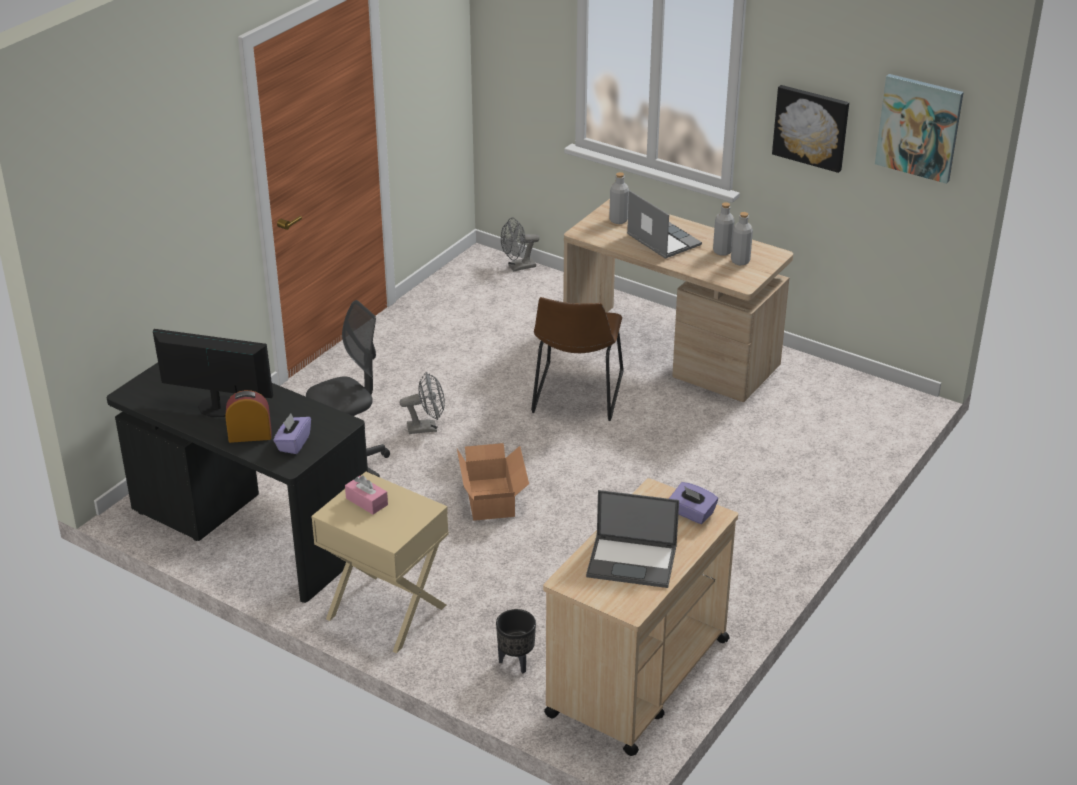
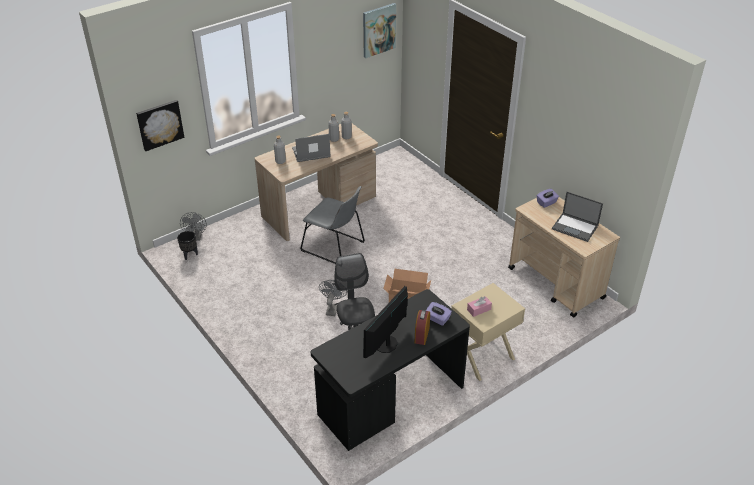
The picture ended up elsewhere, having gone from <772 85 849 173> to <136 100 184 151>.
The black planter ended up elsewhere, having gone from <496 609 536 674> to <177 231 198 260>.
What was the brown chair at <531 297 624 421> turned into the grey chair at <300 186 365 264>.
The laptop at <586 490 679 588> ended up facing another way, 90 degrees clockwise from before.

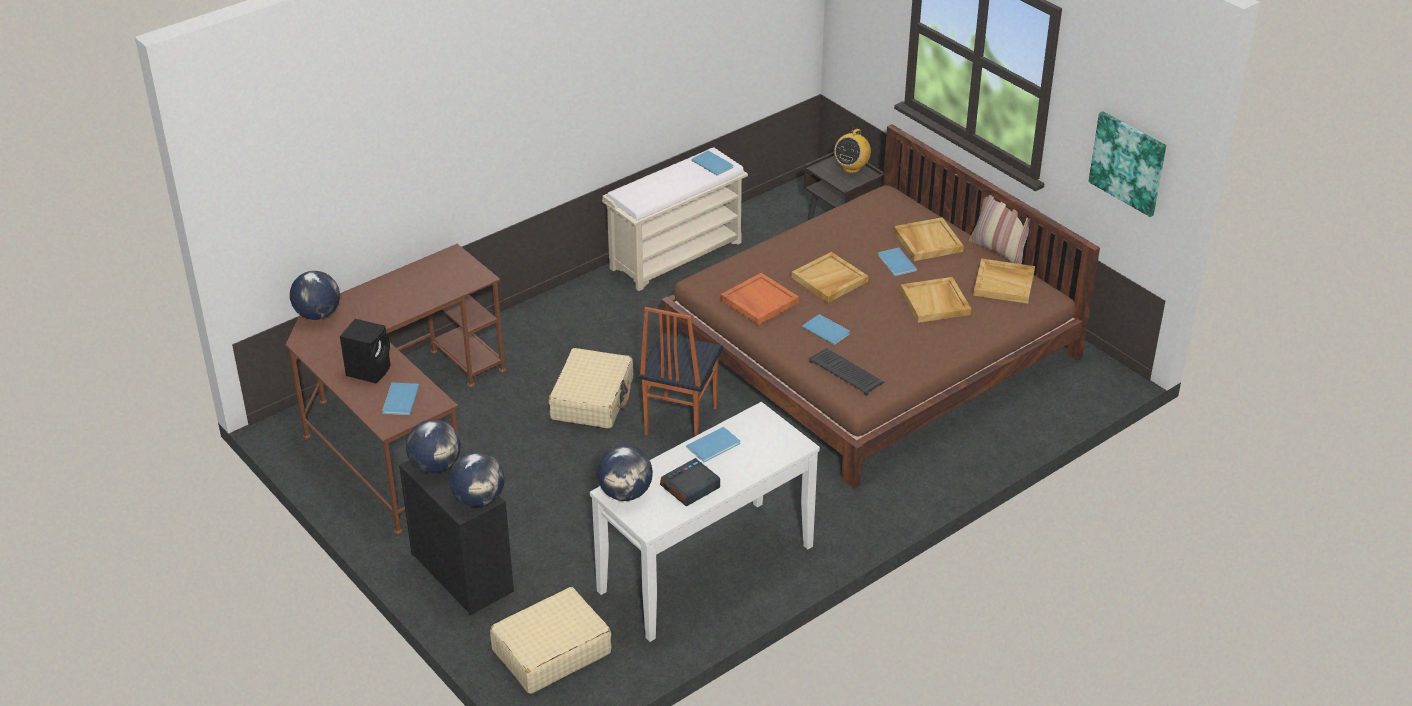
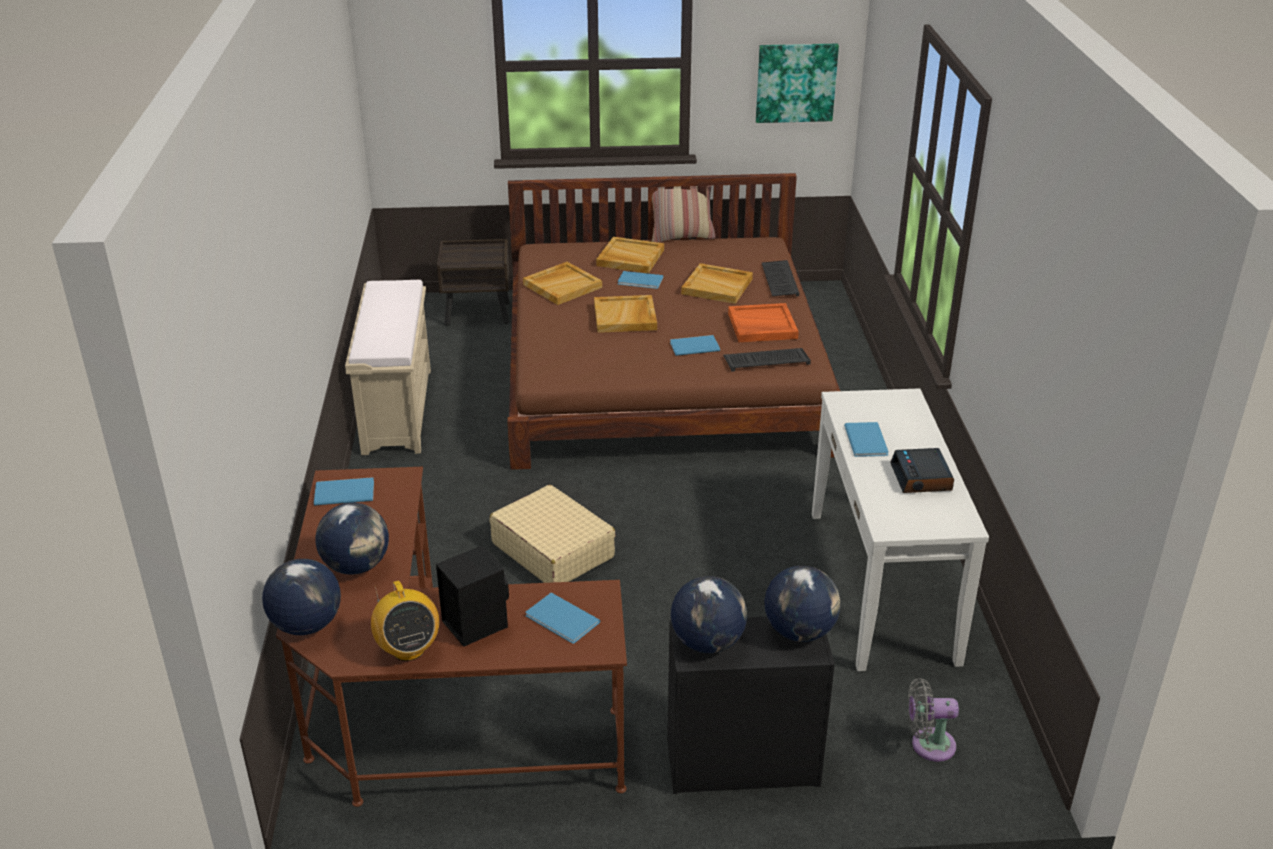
The blue book ended up elsewhere, having gone from <691 151 734 176> to <314 477 374 506>.
The globe ended up elsewhere, having gone from <597 445 653 501> to <315 502 389 575>.
The radio ended up elsewhere, having gone from <834 129 871 173> to <371 581 439 661>.
The beige tray ended up elsewhere, having gone from <973 259 1035 304> to <523 262 602 305>.
The orange tray ended up elsewhere, having gone from <721 273 799 325> to <728 303 799 342>.
The second view gained the keyboard at <762 260 799 296>.
Where the beige suitcase stood at <490 587 611 694>, the grey fan came to stand at <908 678 959 762>.
The second view lost the chair at <638 307 723 437>.

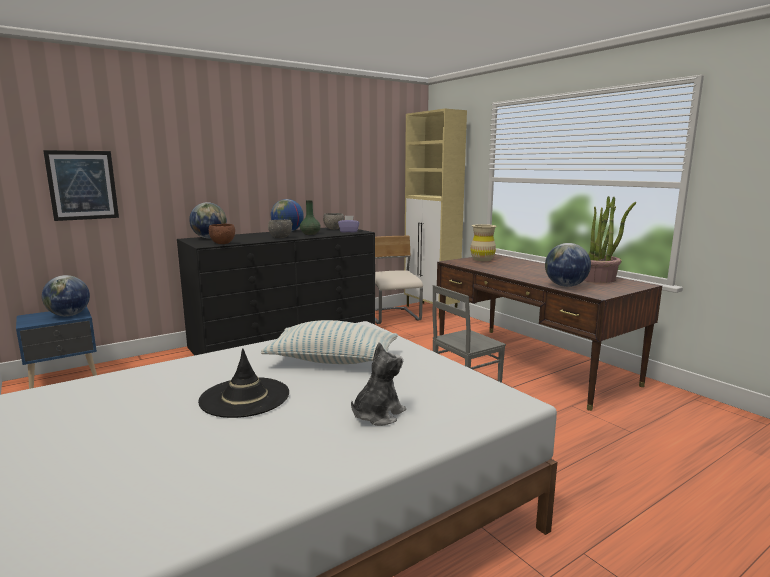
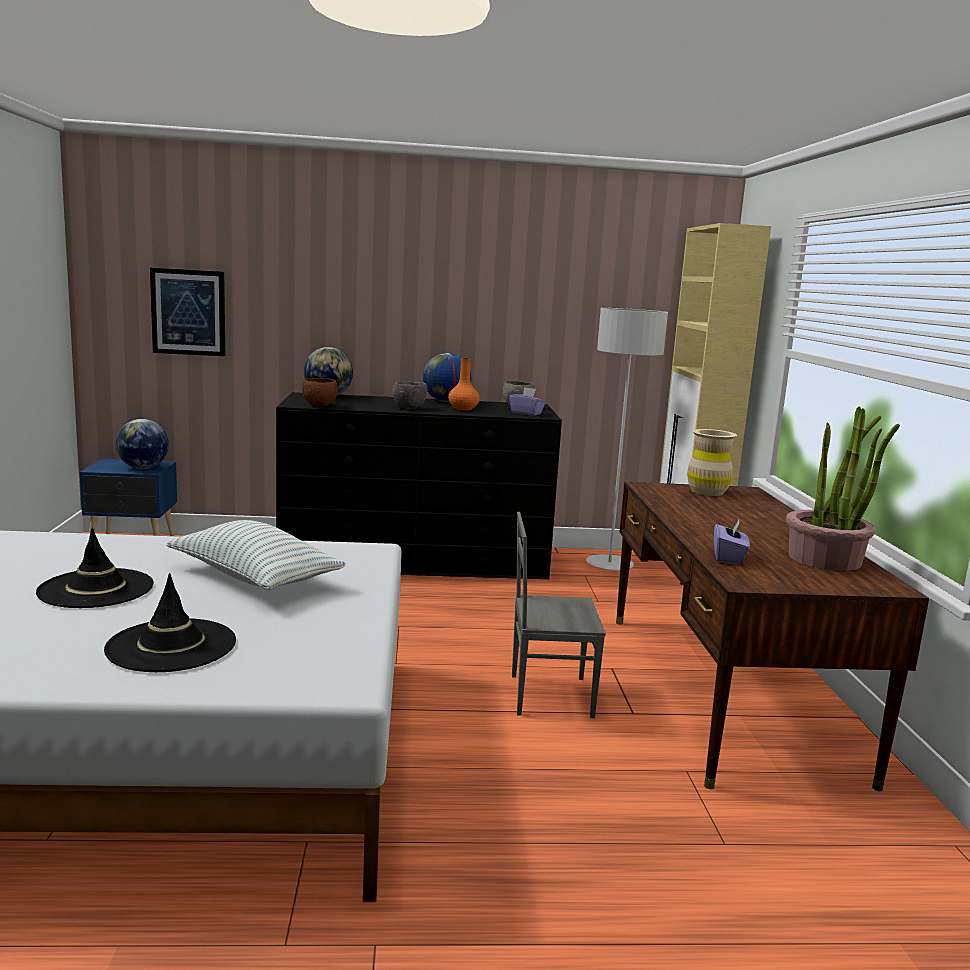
Where the plush toy stood at <351 342 406 426>, the black hat came to stand at <104 573 236 672>.
What was the green vase at <300 200 321 235> turned into the orange vase at <448 358 480 411>.
Where the beige chair stood at <375 236 423 324>, the grey floor lamp came to stand at <586 308 668 571>.
Where the globe stood at <545 243 591 287>, the purple tissue box came to stand at <714 520 750 565>.

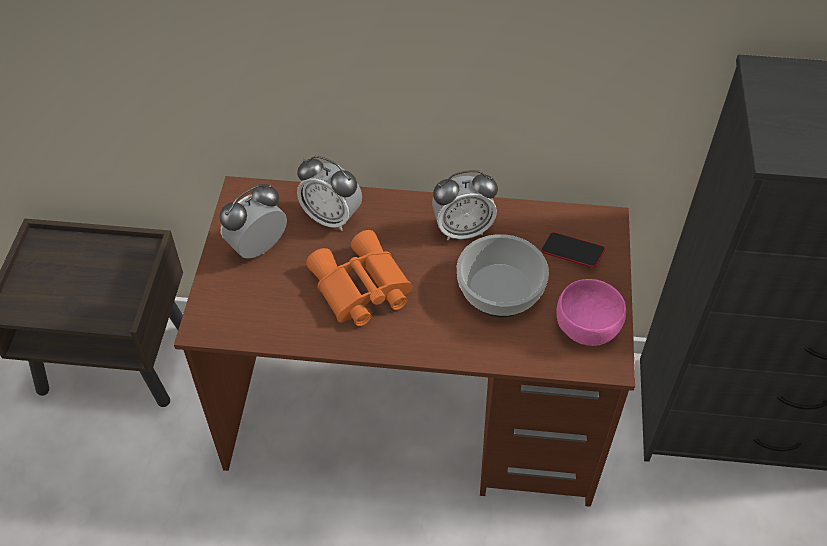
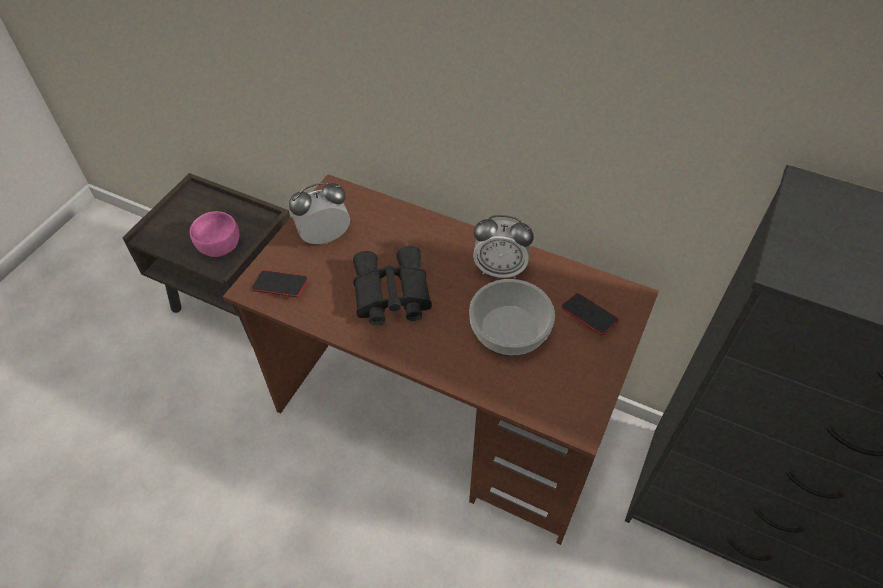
The pink bowl ended up elsewhere, having gone from <556 279 626 346> to <190 211 239 257>.
The second view gained the phone at <252 270 308 297>.
What was the orange binoculars at <306 230 412 326> turned into the black binoculars at <353 246 432 326>.
The second view lost the alarm clock at <297 156 362 231>.

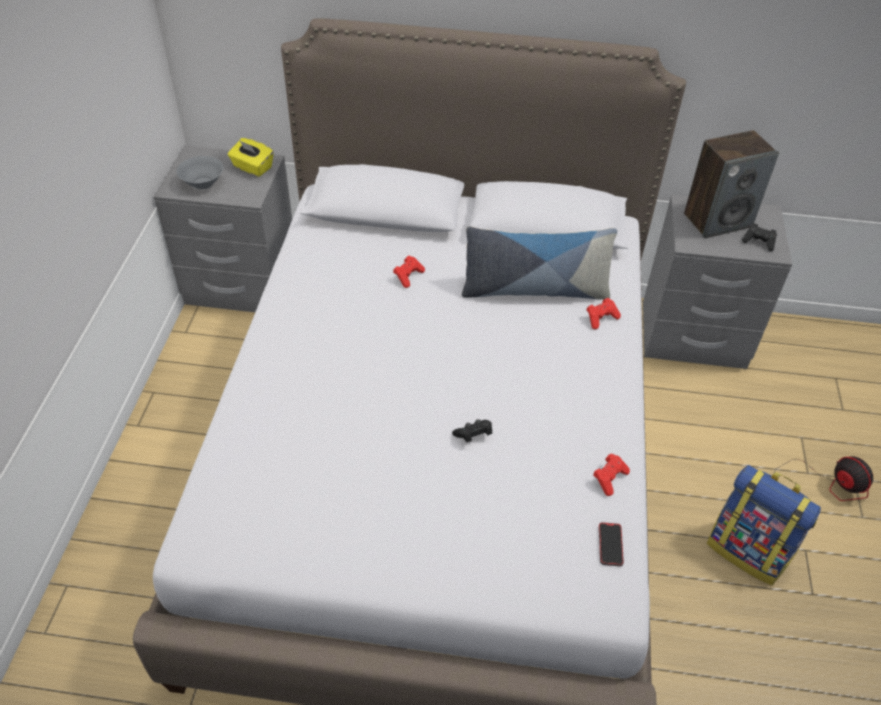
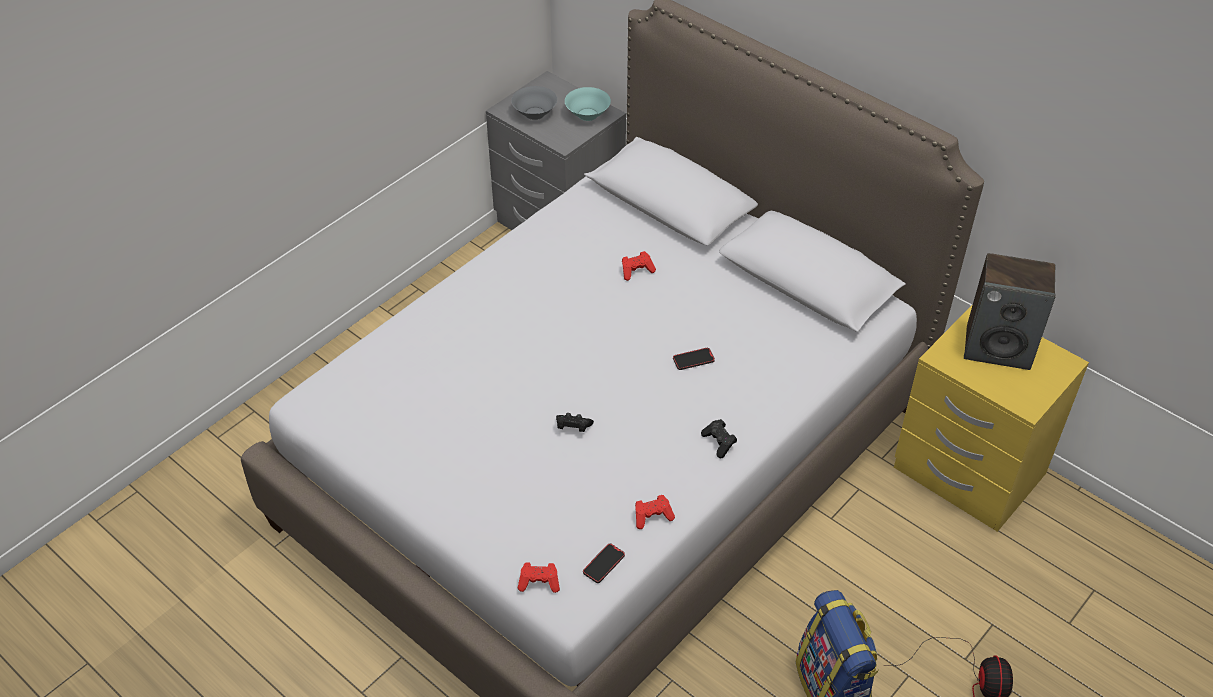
The red game controller ended up elsewhere, having gone from <587 298 621 329> to <517 563 560 593>.
Where the yellow tissue box stood at <228 138 274 177>, the turquoise bowl came to stand at <565 87 611 121>.
The second view gained the phone at <673 348 715 370>.
The black game controller ended up elsewhere, having gone from <742 224 777 251> to <701 419 737 458>.
What was the grey nightstand at <643 194 792 369> turned into the yellow nightstand at <894 304 1089 532>.
The second view lost the pillow at <462 226 617 300>.

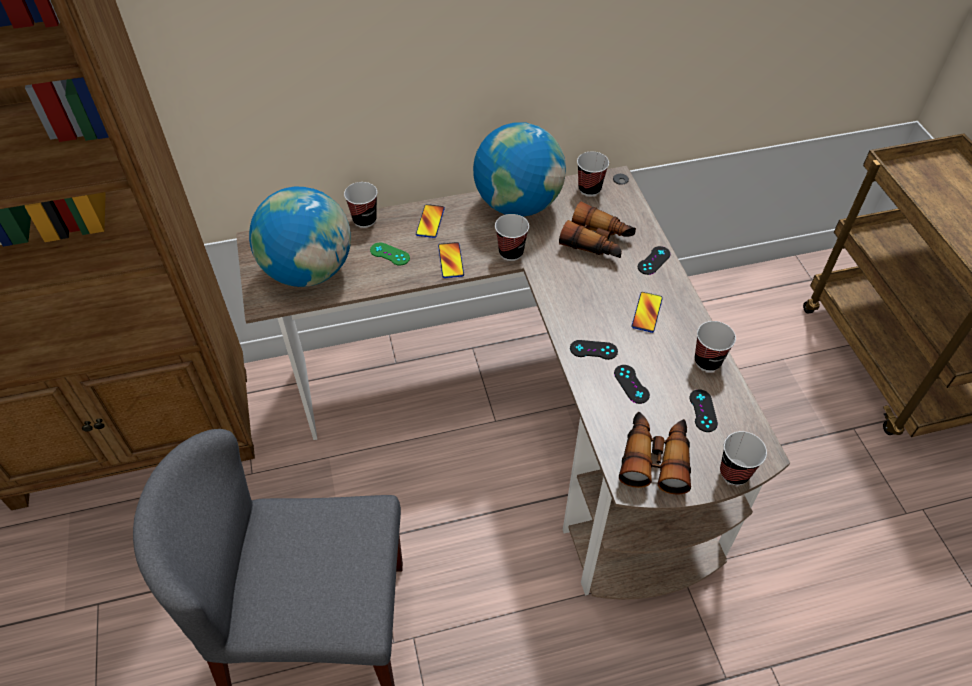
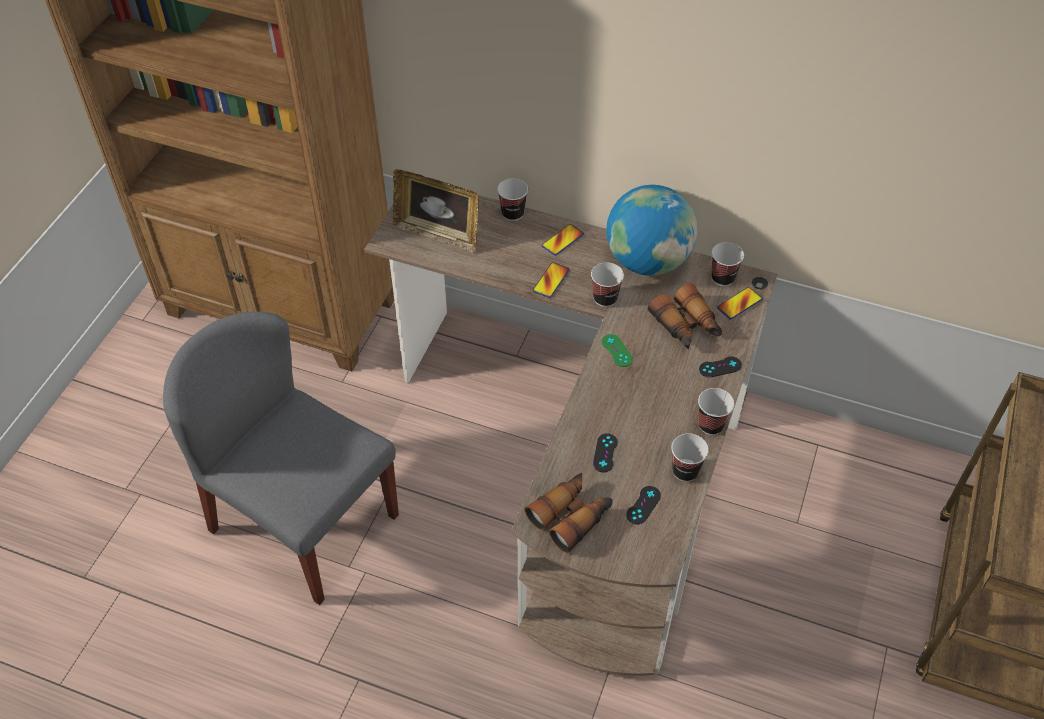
Where the globe stood at <249 187 351 287>, the picture frame came to stand at <393 170 479 253>.
The green game controller ended up elsewhere, having gone from <370 243 410 266> to <602 334 633 367>.
The cup ended up elsewhere, having gone from <720 431 767 485> to <698 388 734 435>.
The phone ended up elsewhere, having gone from <632 292 663 333> to <717 287 762 320>.
The second view lost the black game controller at <570 340 618 360>.

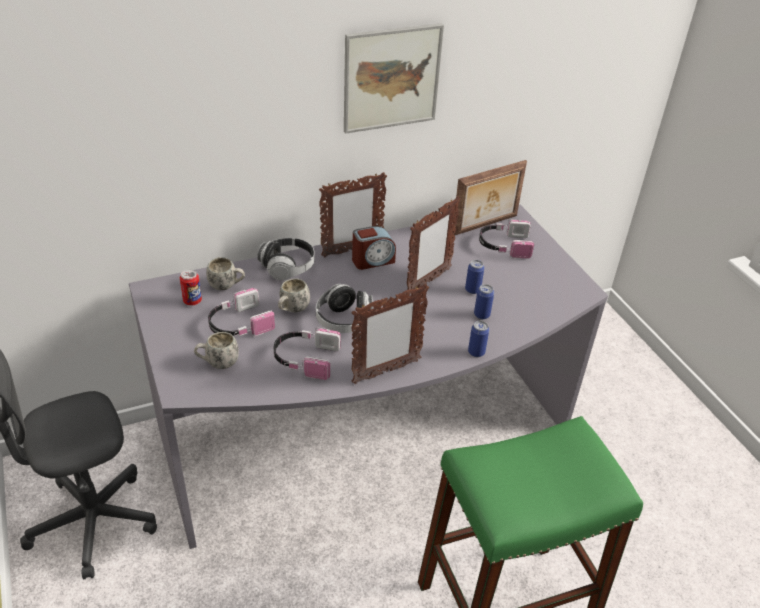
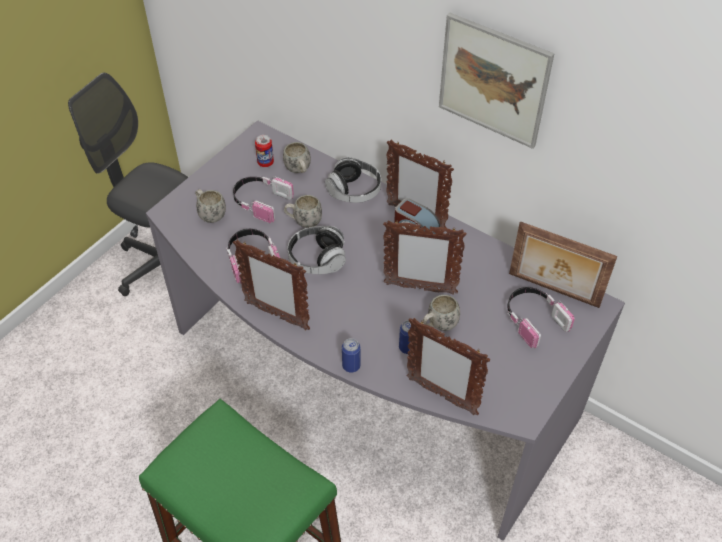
The second view gained the picture frame at <406 318 490 415>.
Where the can stood at <465 260 484 294>, the white mug came to stand at <422 295 460 331>.

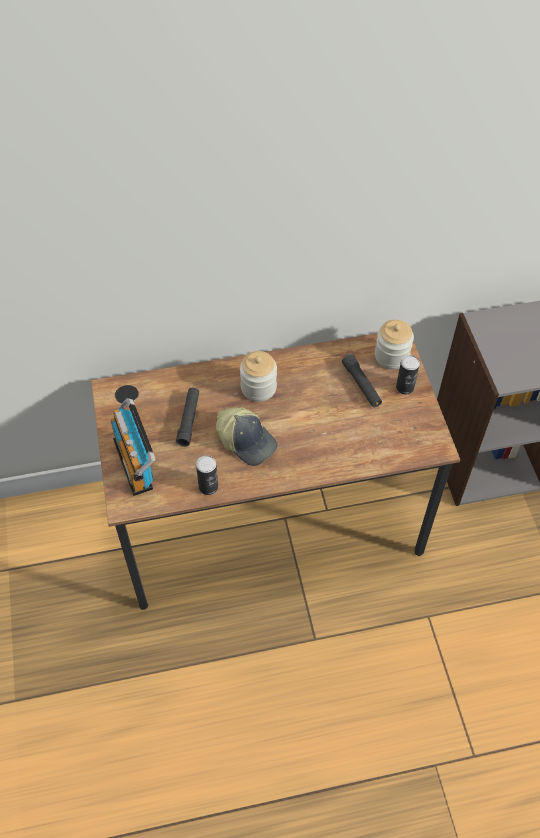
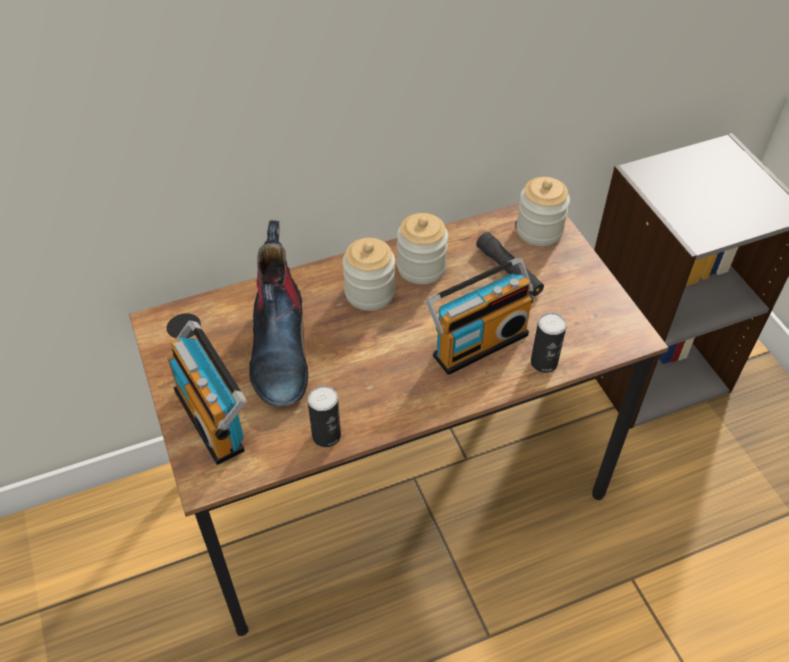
Where the black flashlight stood at <176 388 199 447>, the boot came to stand at <249 220 308 407>.
The second view gained the jar at <397 213 448 284>.
The second view gained the radio at <426 258 533 375>.
The can ended up elsewhere, having gone from <396 355 420 395> to <531 313 567 373>.
The second view lost the cap at <216 407 278 466>.

